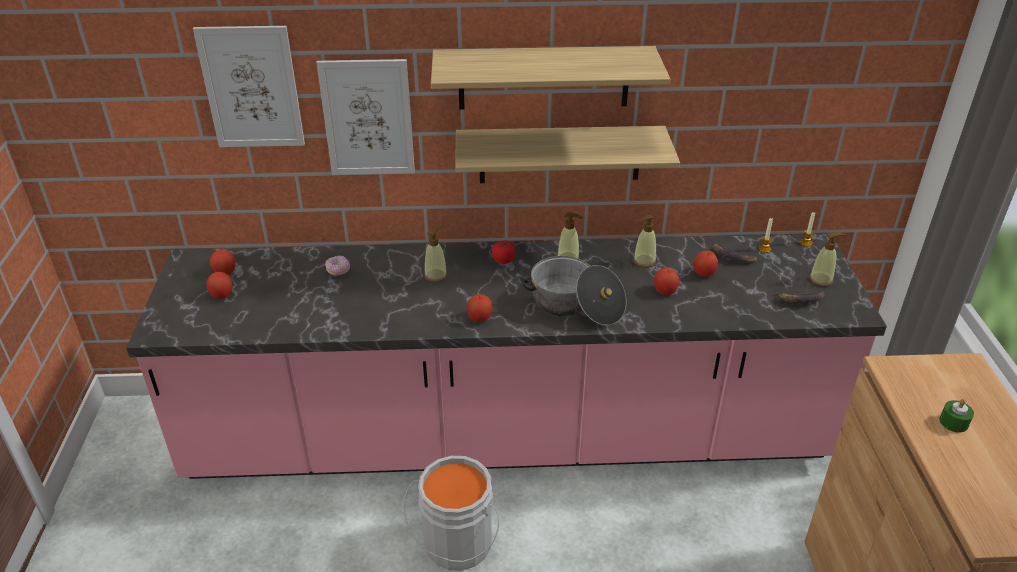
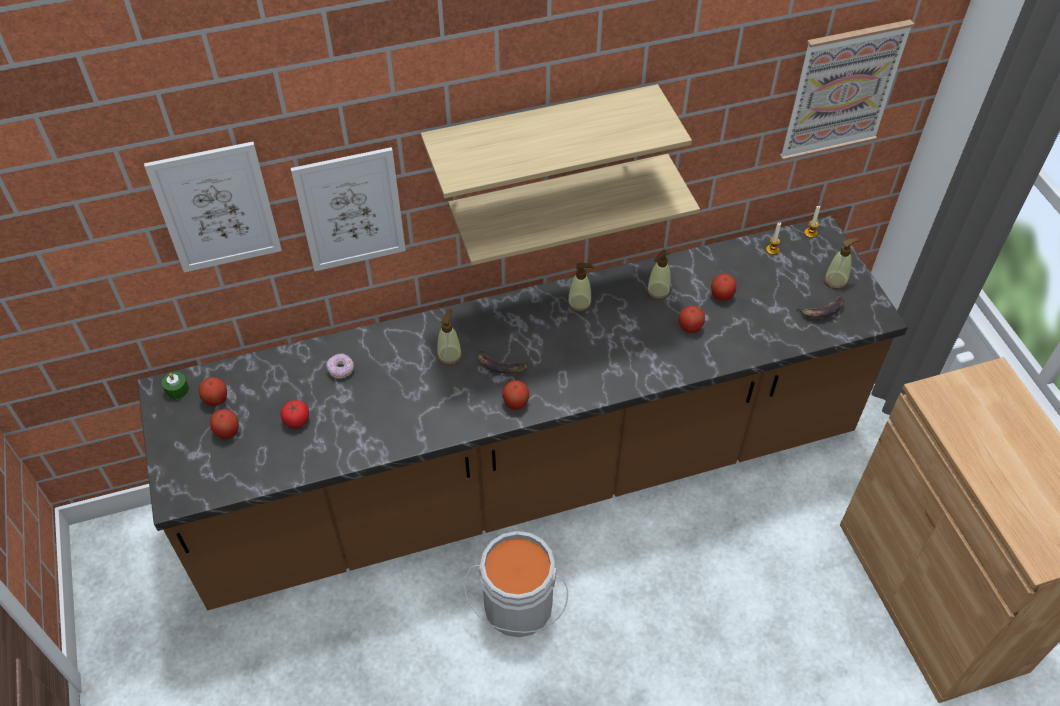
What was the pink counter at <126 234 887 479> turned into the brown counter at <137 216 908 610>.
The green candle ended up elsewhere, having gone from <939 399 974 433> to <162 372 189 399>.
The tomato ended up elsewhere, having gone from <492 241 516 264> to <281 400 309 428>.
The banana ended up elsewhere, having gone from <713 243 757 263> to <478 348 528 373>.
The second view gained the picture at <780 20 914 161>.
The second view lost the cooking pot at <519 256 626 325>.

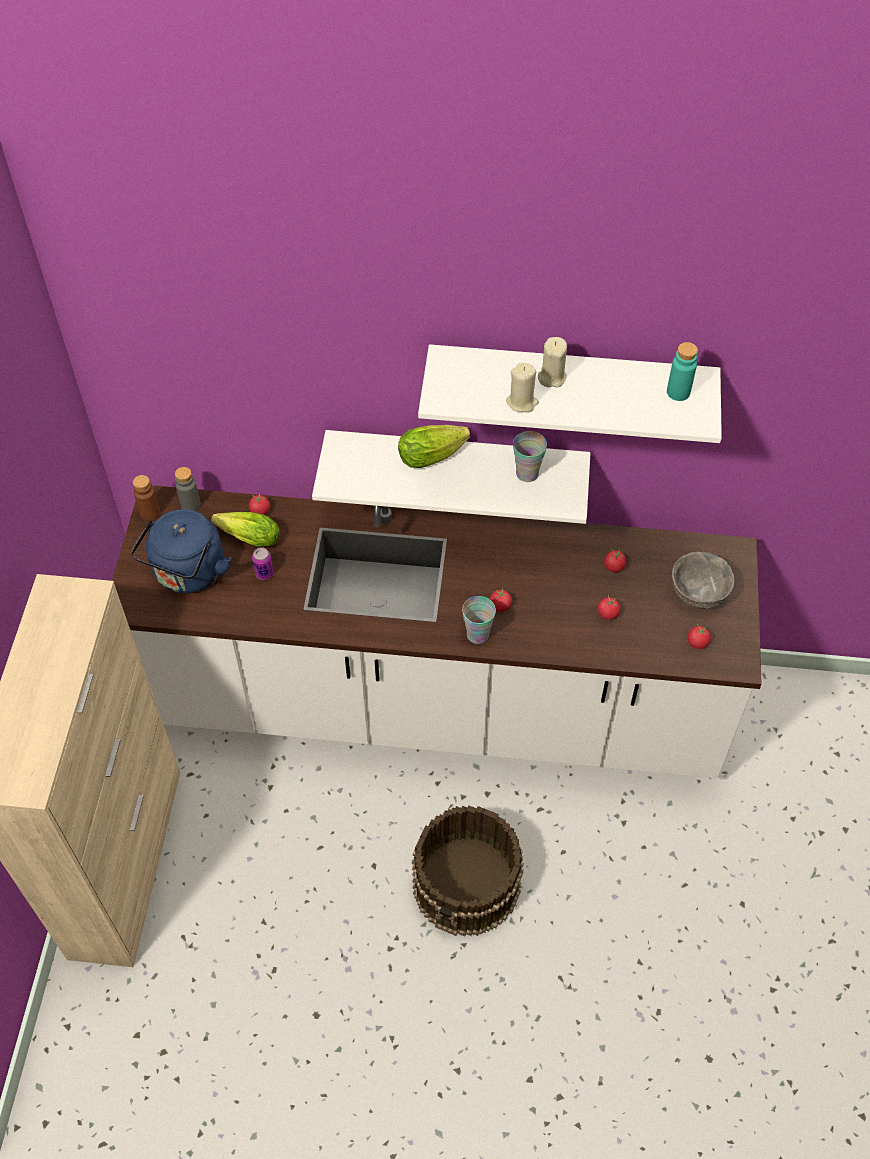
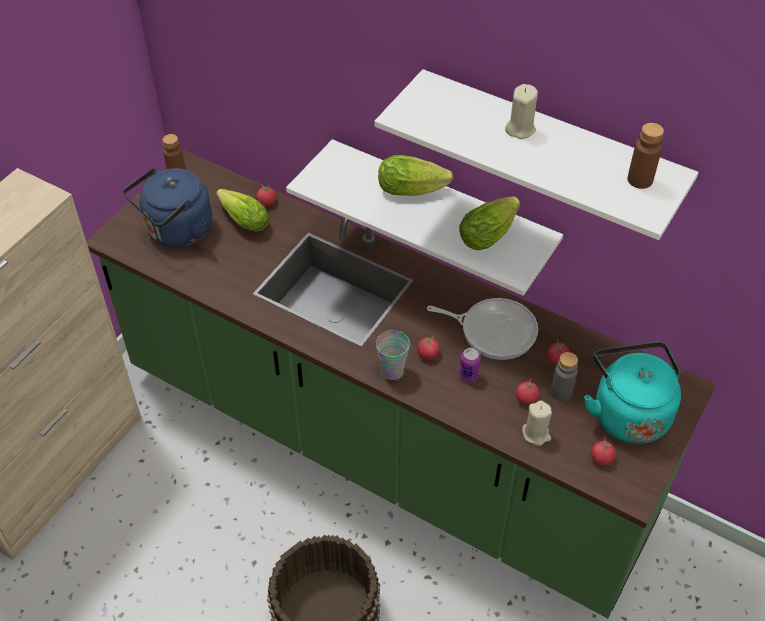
What was the white counter at <112 485 762 778> turned into the green counter at <86 150 716 618>.
The second view gained the frying pan at <427 298 538 360>.
Where the cup stood at <513 431 547 482>, the lettuce came to stand at <459 197 520 250>.
The can ended up elsewhere, having gone from <252 547 274 580> to <459 347 481 382>.
The beige candle ended up elsewhere, having gone from <506 363 539 412> to <522 400 552 446>.
The grey bottle ended up elsewhere, having gone from <175 467 201 511> to <551 352 578 402>.
Where the grey bowl stood at <672 552 735 609>, the turquoise kettle came to stand at <584 342 681 444>.
What was the turquoise bottle at <667 342 698 401> turned into the brown bottle at <627 123 664 189>.

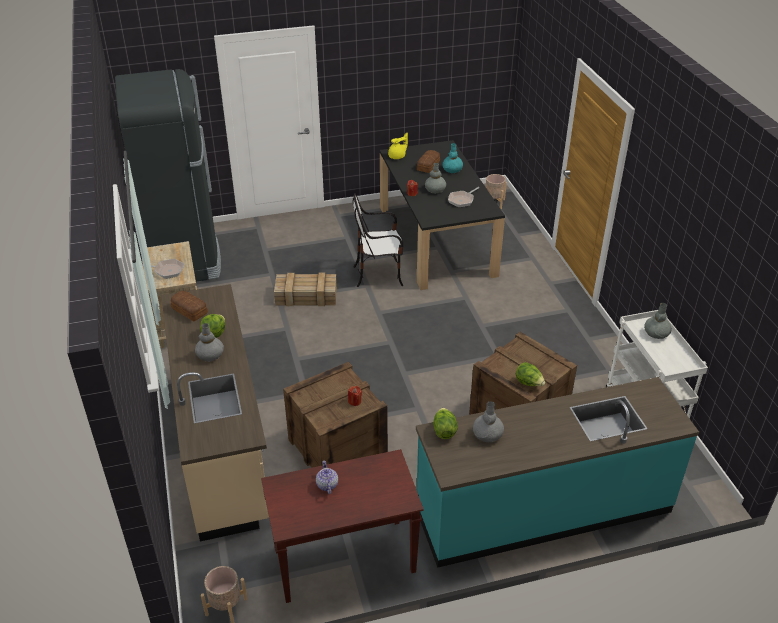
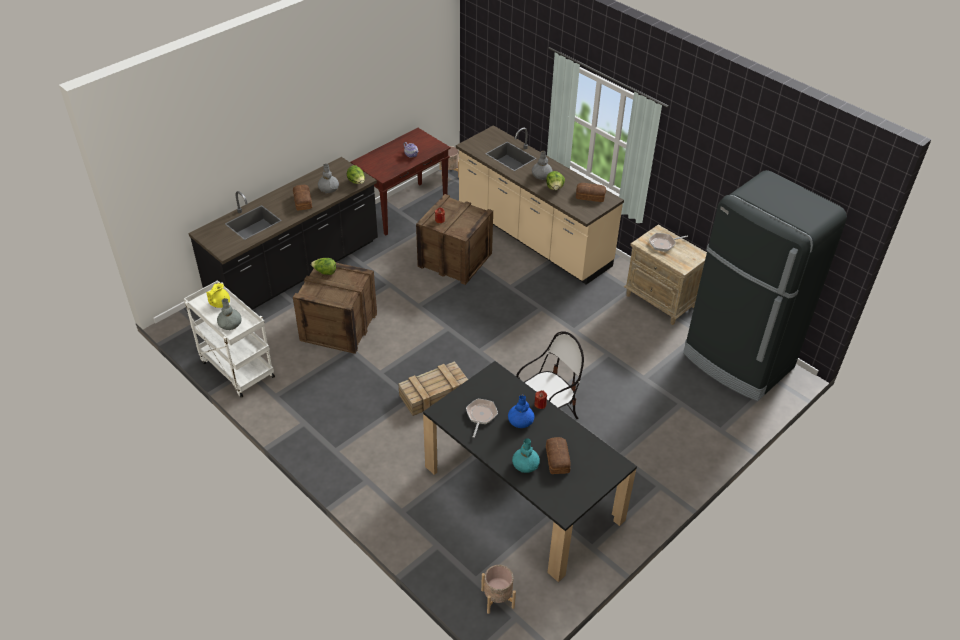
What was the turquoise counter at <416 377 699 568> turned into the black counter at <188 157 378 310>.
The yellow teapot ended up elsewhere, having gone from <388 133 408 159> to <206 283 230 308>.
The second view gained the bread at <293 185 312 210>.
The crate ended up elsewhere, having gone from <274 273 337 306> to <398 361 468 416>.
What was the grey vase at <425 163 446 194> turned into the blue vase at <508 395 534 428>.

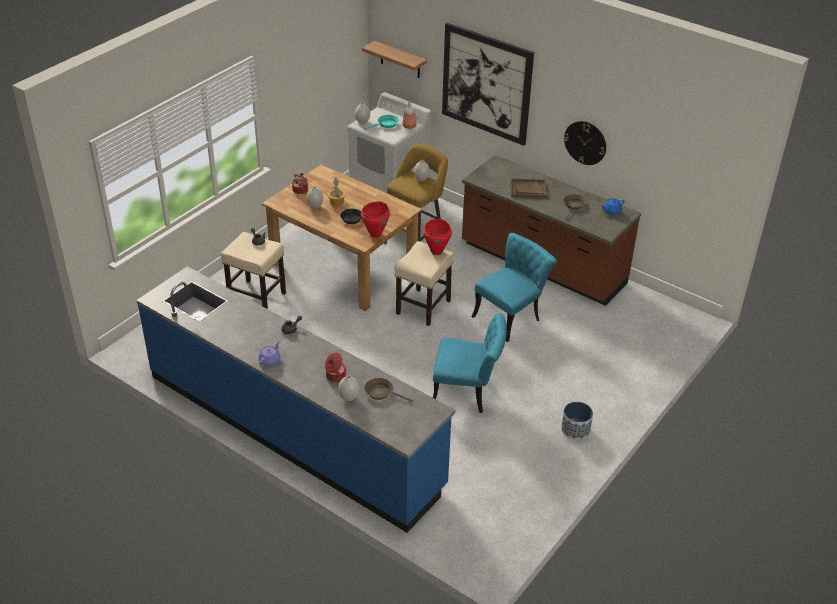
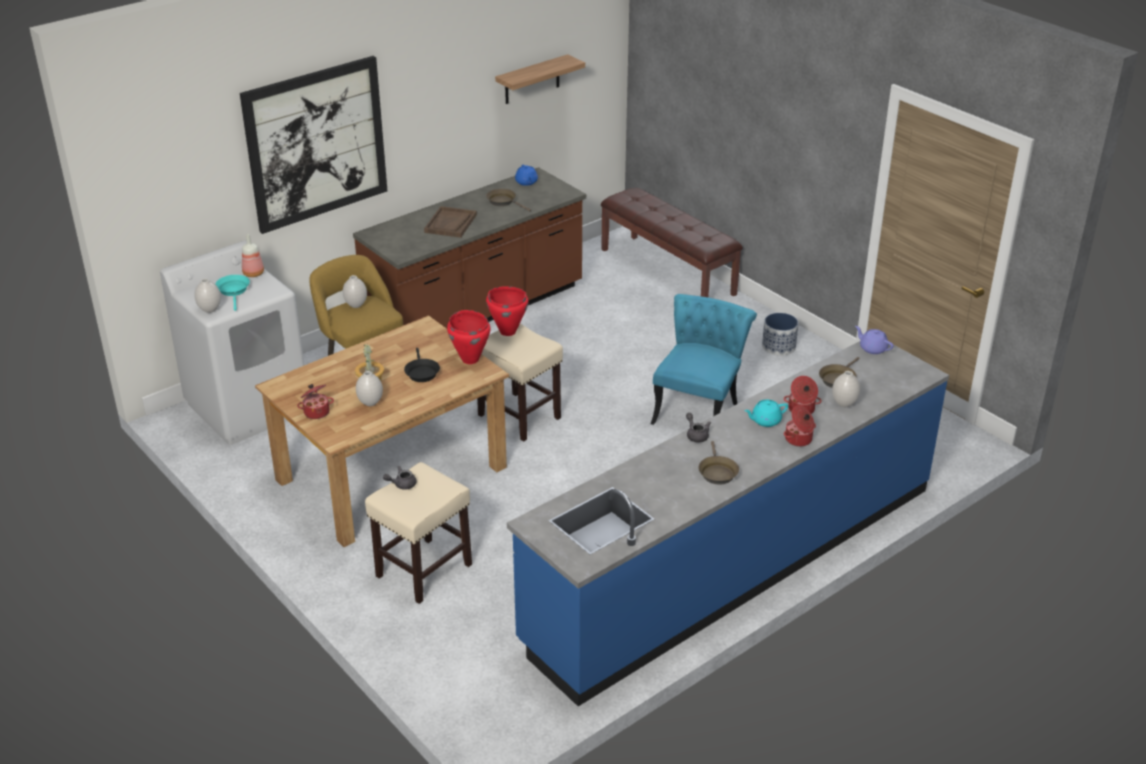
The shelf ended up elsewhere, having gone from <362 41 427 78> to <495 54 585 104>.
The second view gained the brown bench at <601 188 743 297>.
The second view gained the brown frying pan at <698 441 739 485>.
The second view gained the turquoise teapot at <744 400 788 427>.
The second view gained the cooking pot at <784 405 816 447>.
The purple teapot ended up elsewhere, having gone from <258 341 280 366> to <855 326 893 354>.
The second view lost the turquoise chair at <471 233 557 342>.
The second view lost the wall clock at <564 121 606 165>.

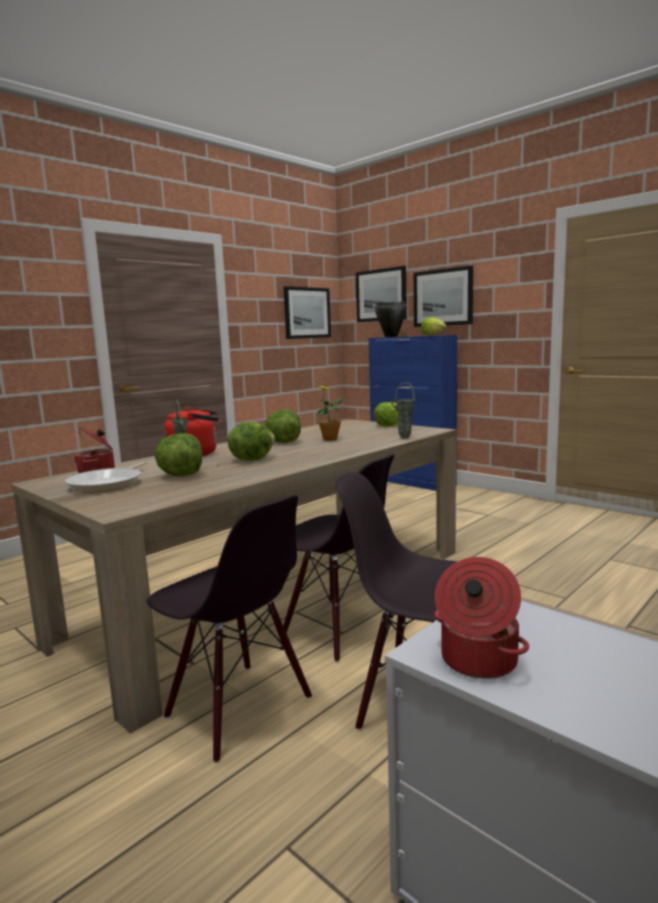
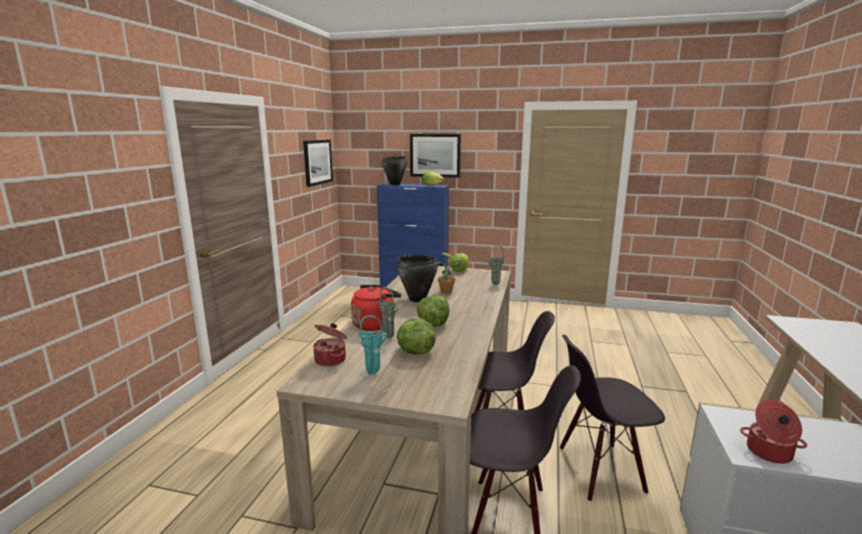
Where the frying pan stood at <65 461 148 492>, the turquoise vase came to stand at <359 315 388 374>.
Where the lettuce stood at <265 409 301 443>, the black cooking pot came to stand at <397 254 438 302>.
The second view lost the picture at <356 266 407 322>.

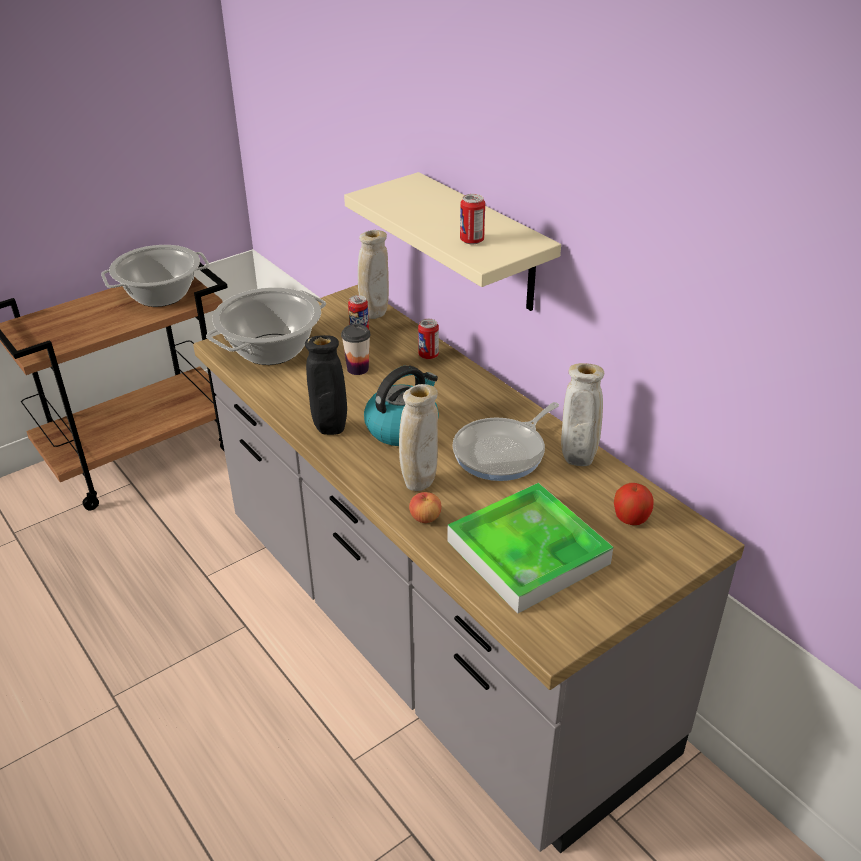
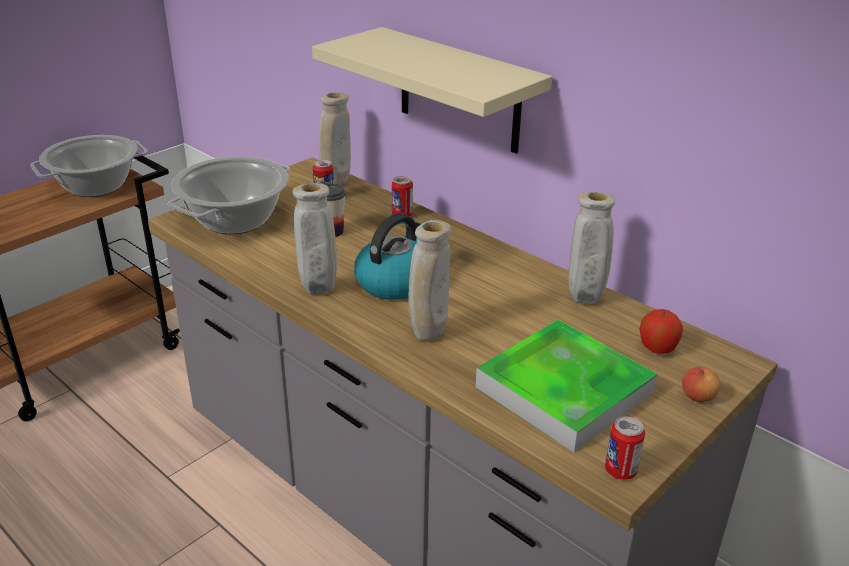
What was the black vase at <305 335 347 435> turned into the beige vase at <293 183 337 294>.
The can ended up elsewhere, having gone from <460 194 485 244> to <605 416 645 480>.
The apple ended up elsewhere, having gone from <409 492 442 523> to <682 367 721 402>.
The second view lost the frying pan at <452 402 559 481>.

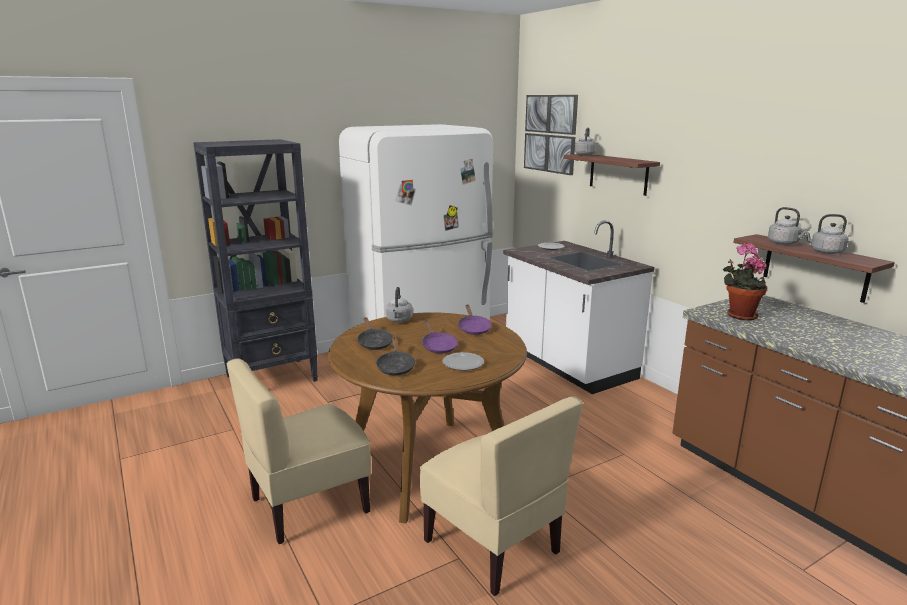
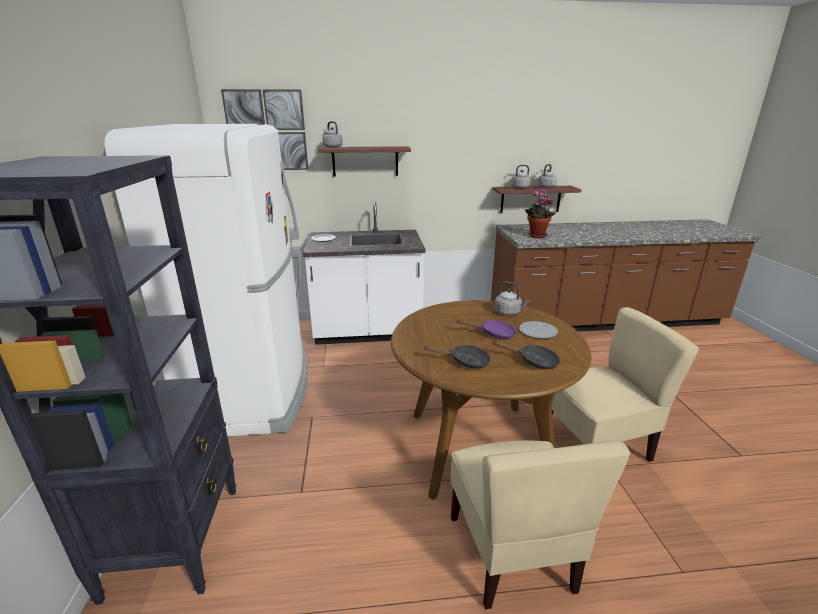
The grey kettle ended up elsewhere, having gone from <386 287 413 322> to <494 282 529 316>.
The second view lost the purple frying pan at <458 305 491 335>.

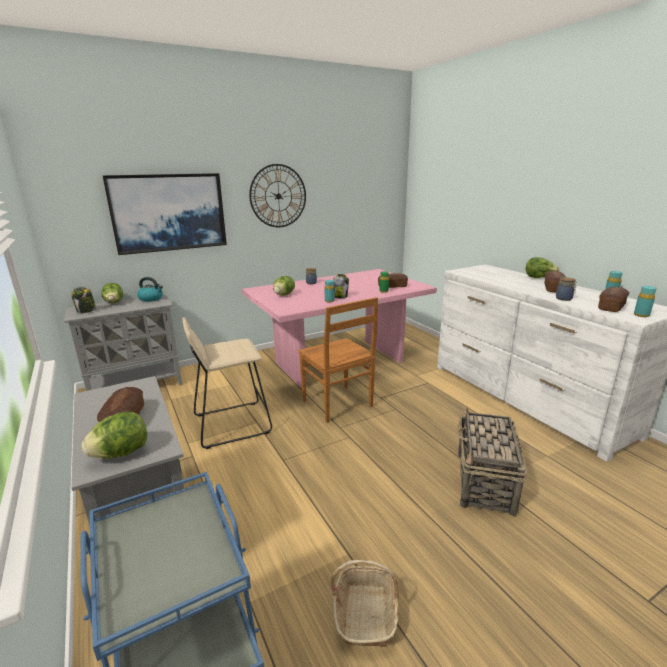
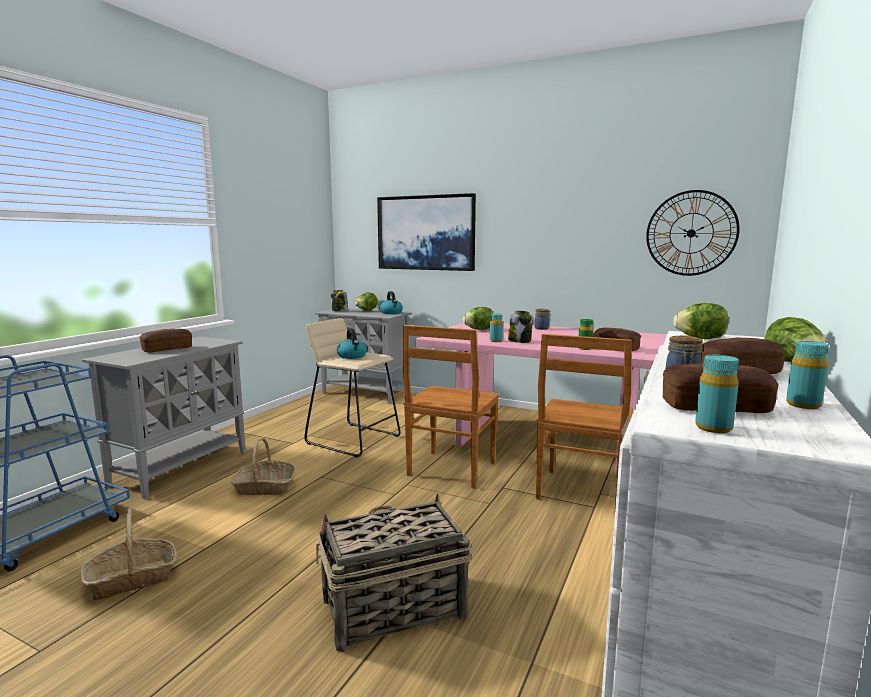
The second view gained the basket at <231 438 296 495>.
The second view gained the kettle at <337 328 367 359>.
The second view gained the brown chair at <536 334 633 514>.
The wall clock ended up elsewhere, having gone from <249 164 306 227> to <646 190 740 276>.
The lettuce ended up elsewhere, having gone from <82 412 147 459> to <673 303 729 339>.

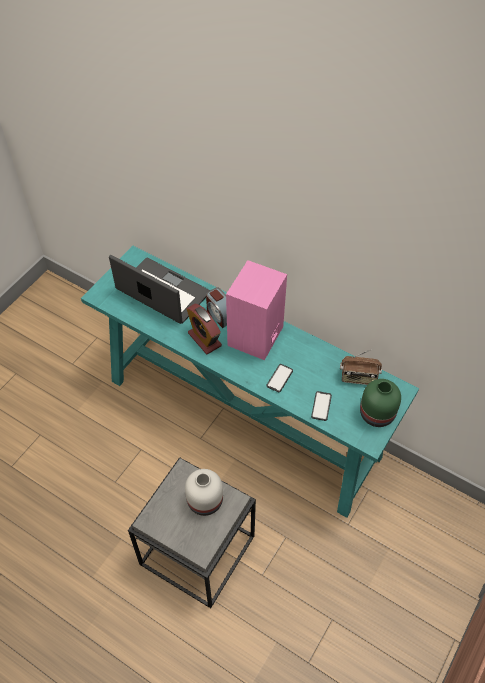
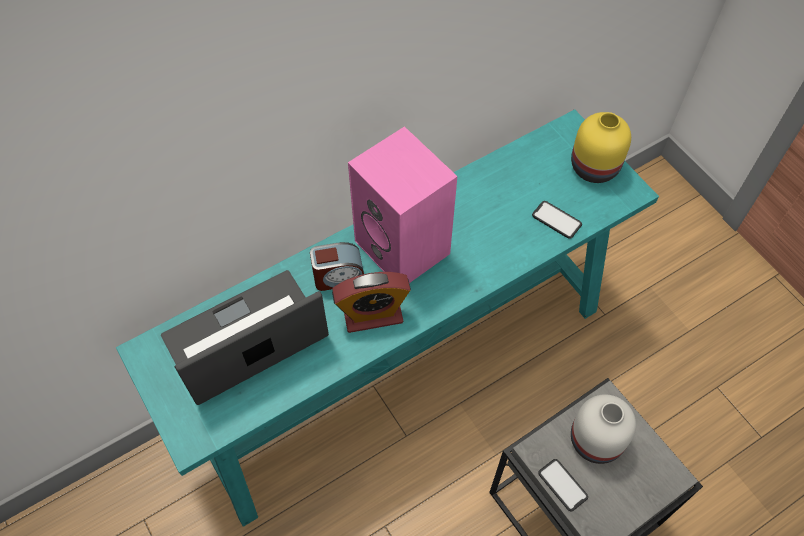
The phone ended up elsewhere, having gone from <266 364 293 392> to <538 459 588 511>.
What was the green vase at <360 379 401 427> turned into the yellow vase at <571 112 631 183>.
The second view lost the radio at <340 350 382 385>.

